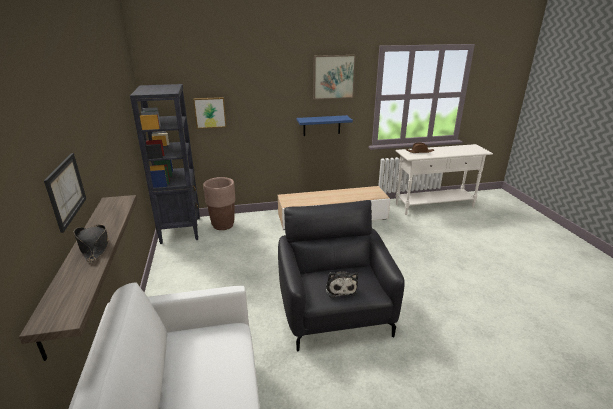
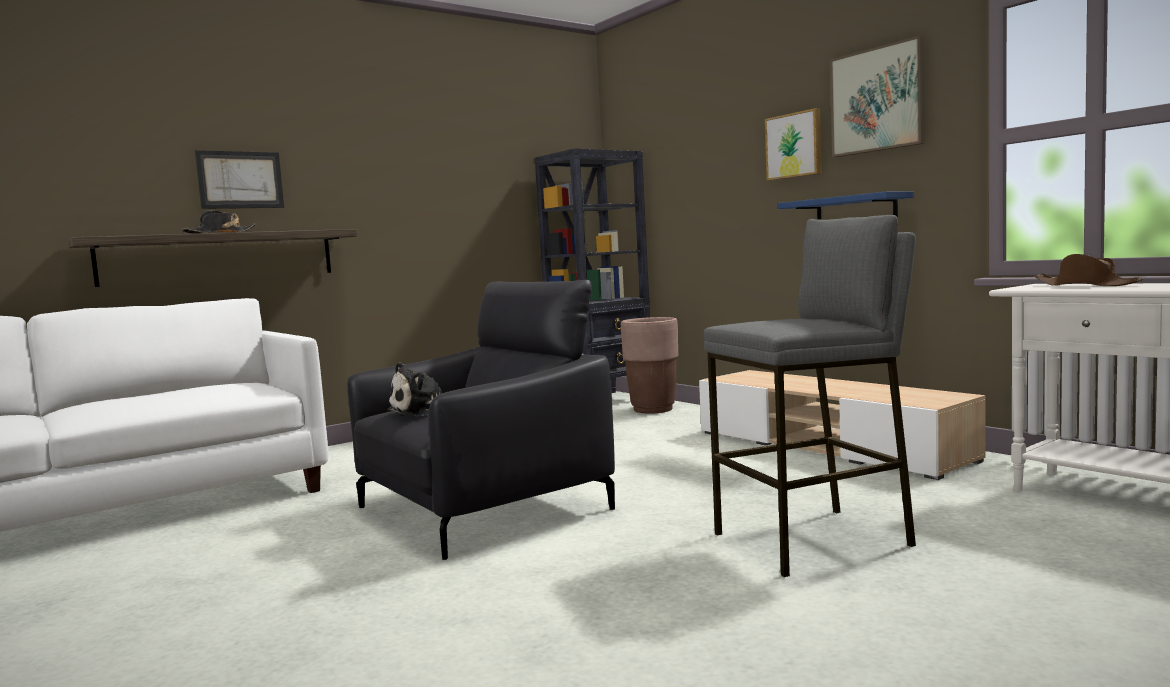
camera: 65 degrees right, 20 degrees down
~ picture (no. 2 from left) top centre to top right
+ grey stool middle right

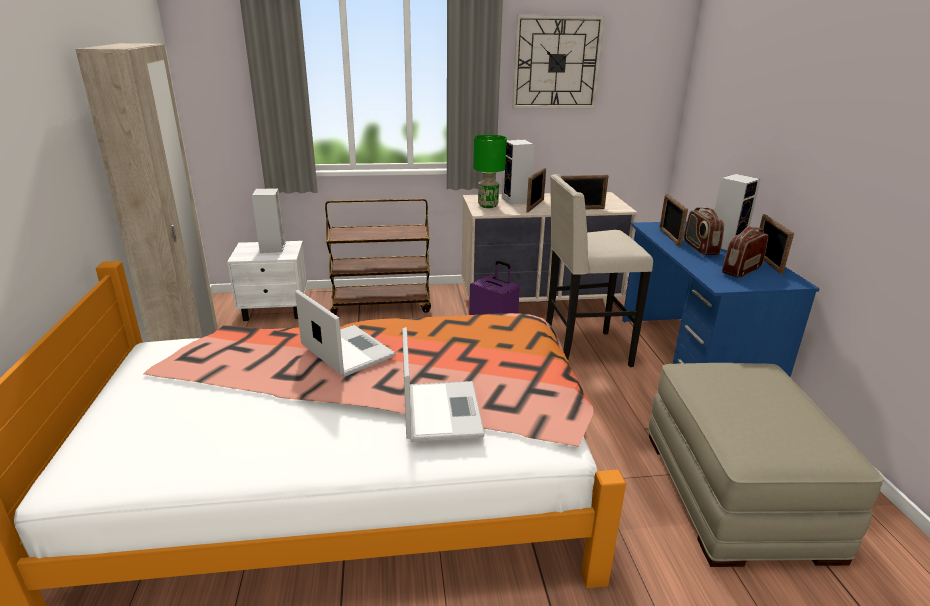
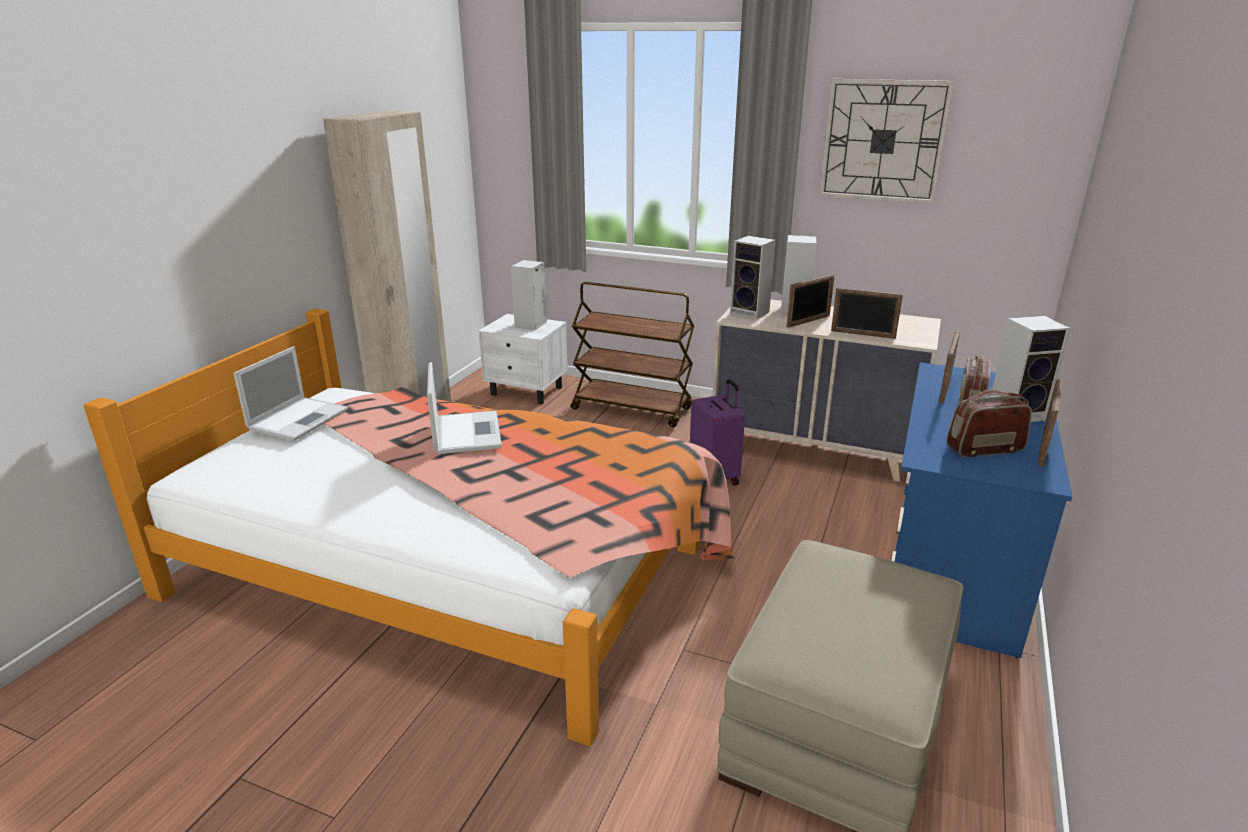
camera: 30 degrees right, 0 degrees up
~ green table lamp top centre to speaker (no. 2 from left) top centre
- beige stool centre
~ laptop (no. 2 from left in the first image) centre to laptop (no. 1 from left) middle left

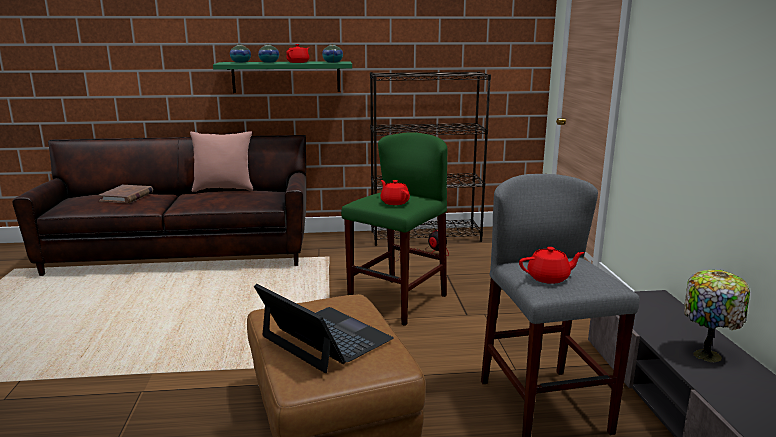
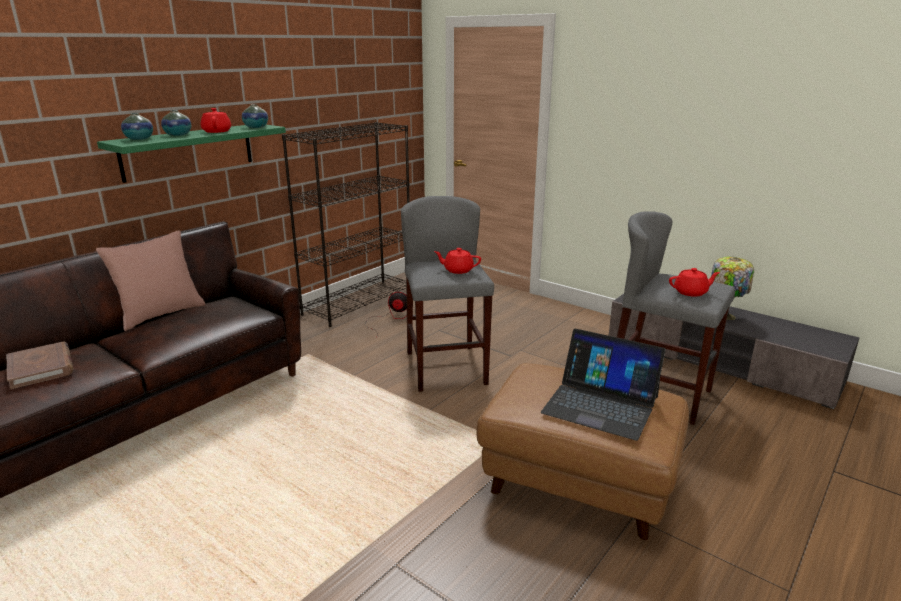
camera: 45 degrees left, 5 degrees up
~ green stool centre to grey stool (no. 1 from left) centre
~ red teapot (no. 3 from left) middle right = middle right 45 degrees clockwise
~ laptop bottom centre = middle right 150 degrees counterclockwise

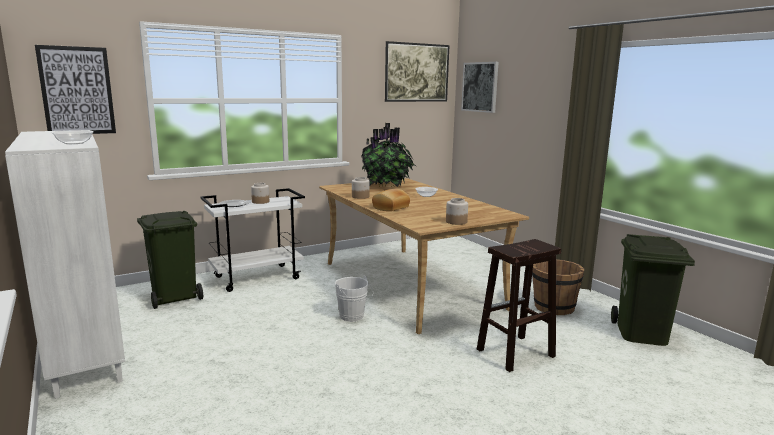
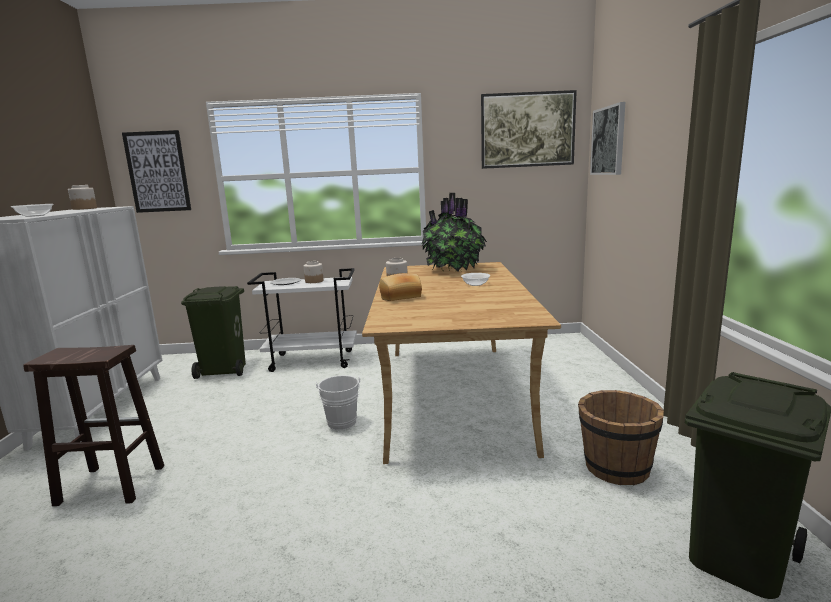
camera: 30 degrees right, 0 degrees up
~ jar (no. 3 from left in the first image) centre to jar (no. 1 from left) top left
~ brown stool bottom right to bottom left

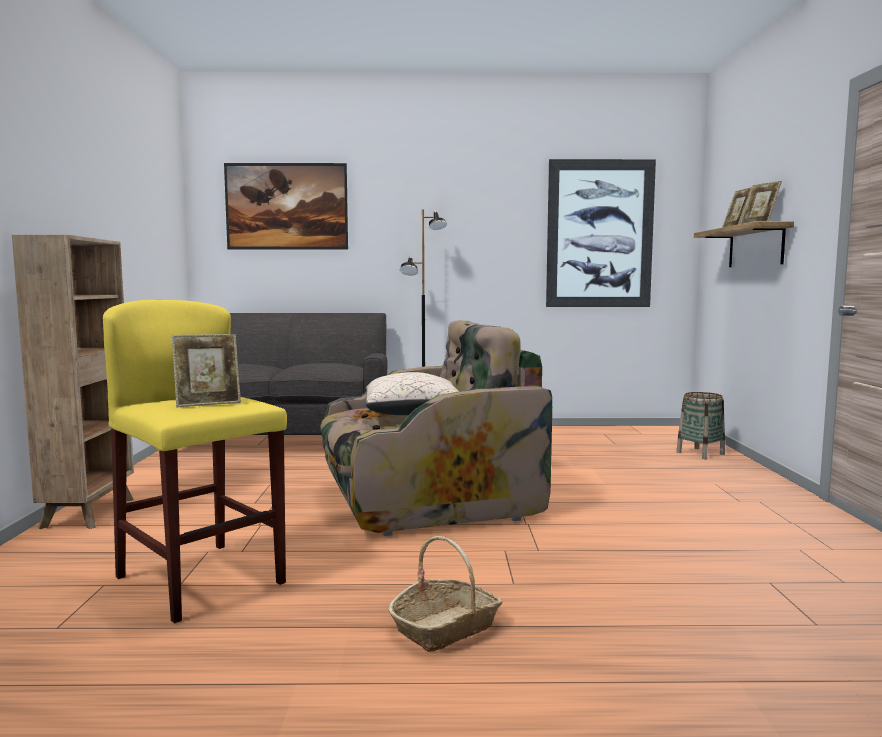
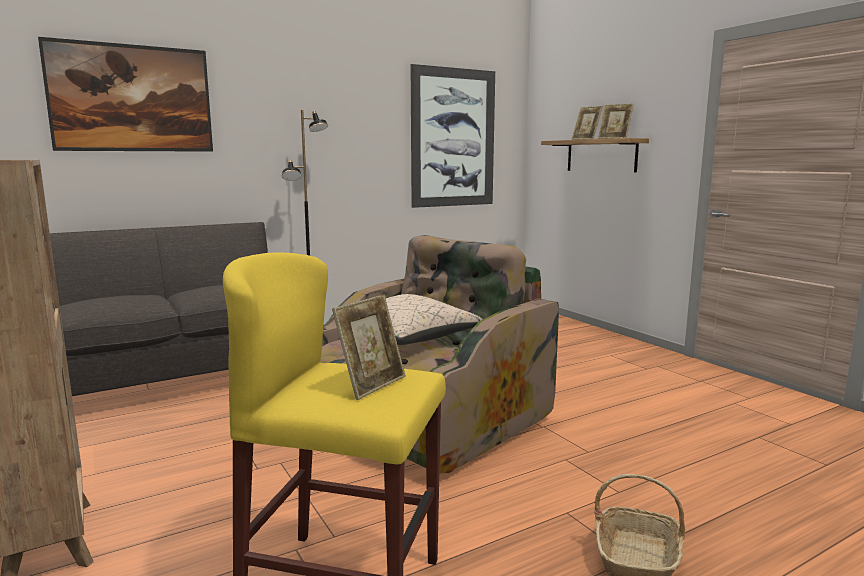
camera: 30 degrees left, 5 degrees up
- basket (no. 2 from left) middle right

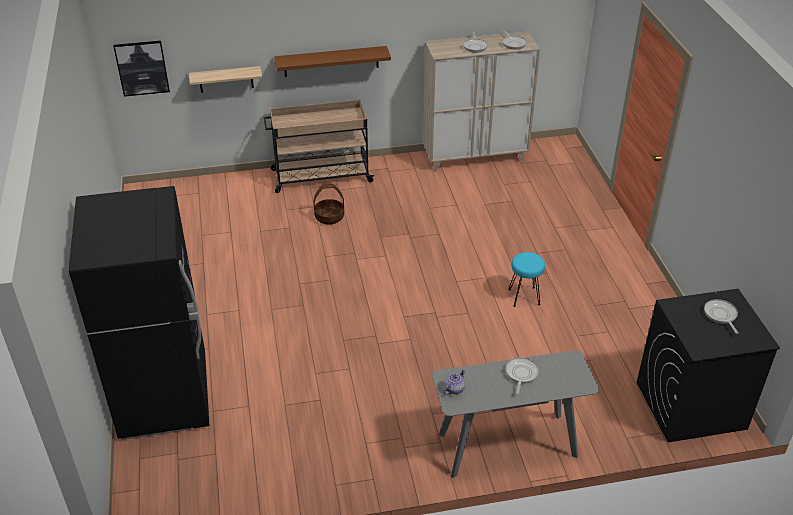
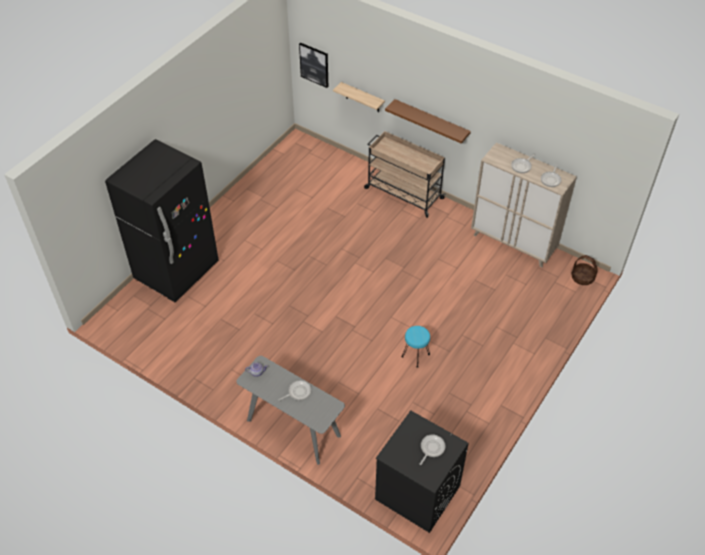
camera: 45 degrees right, 10 degrees up
~ basket centre to middle right

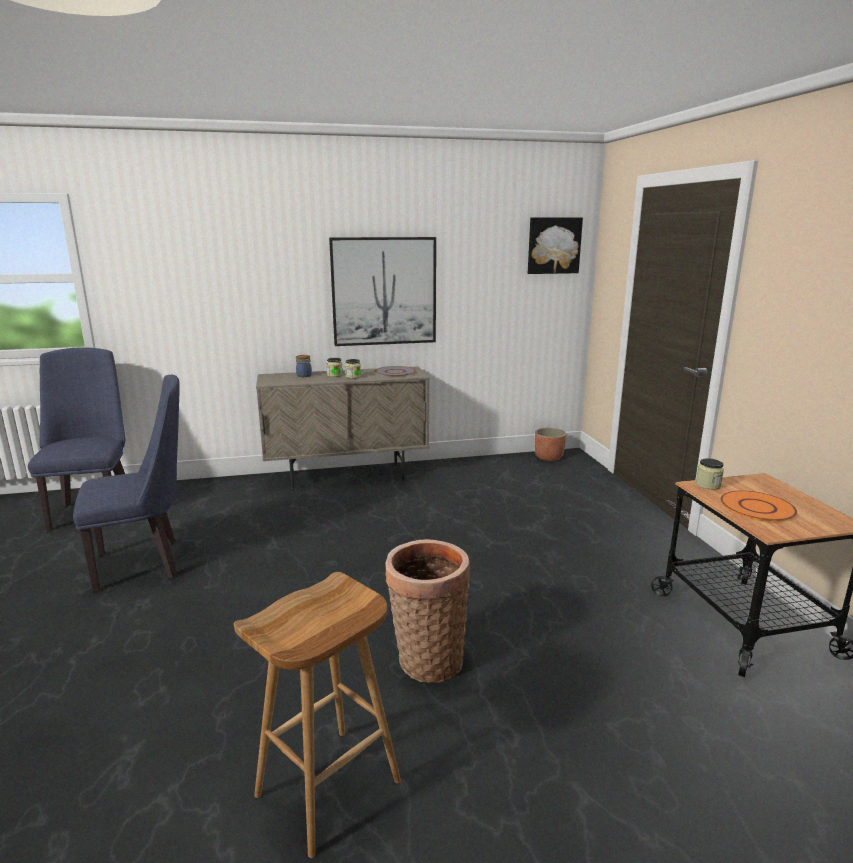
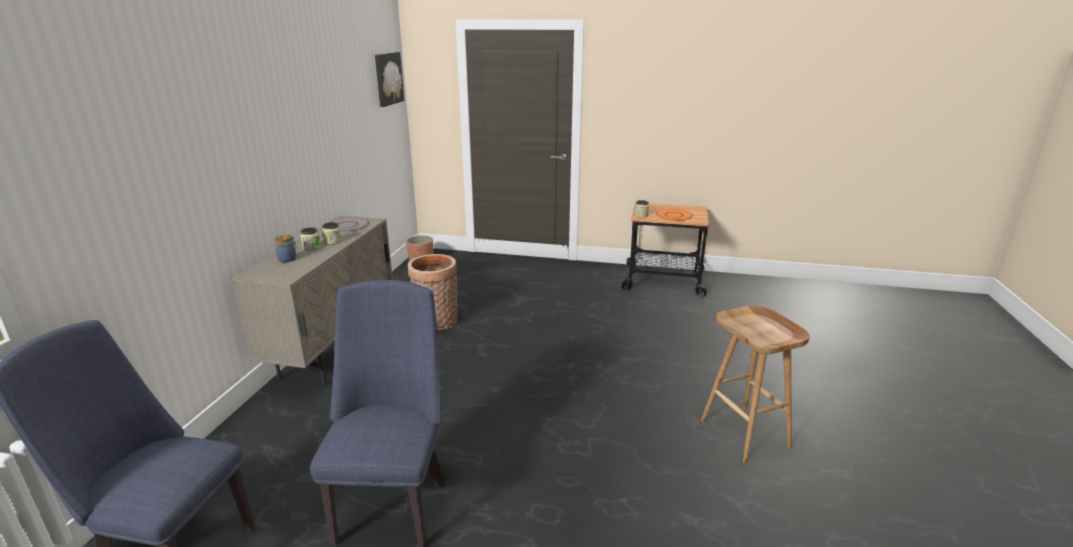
camera: 65 degrees left, 5 degrees up
- picture (no. 1 from left) centre
~ basket bottom centre to centre

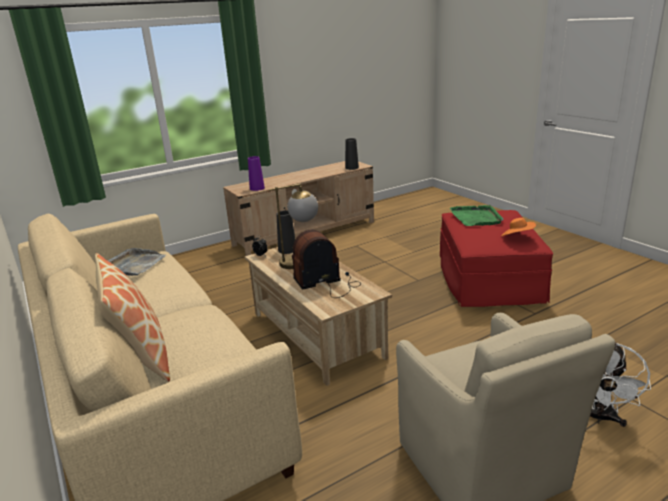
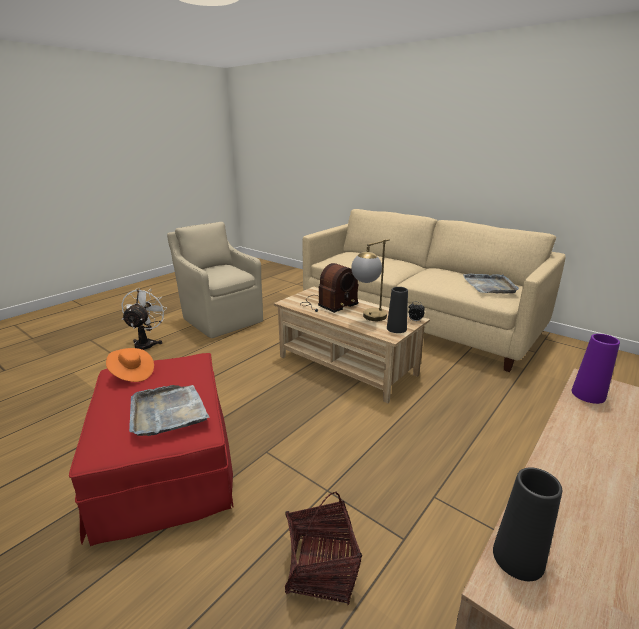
camera: 160 degrees right, 0 degrees up
~ green tray middle right to grey tray (no. 1 from left) middle left
- pillow middle left
+ basket bottom centre

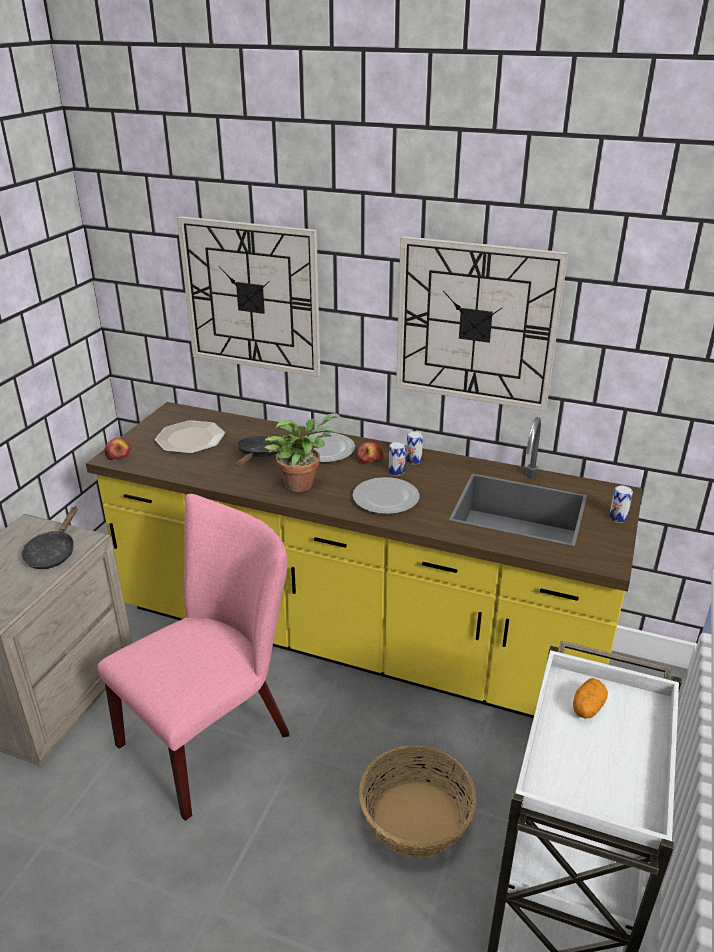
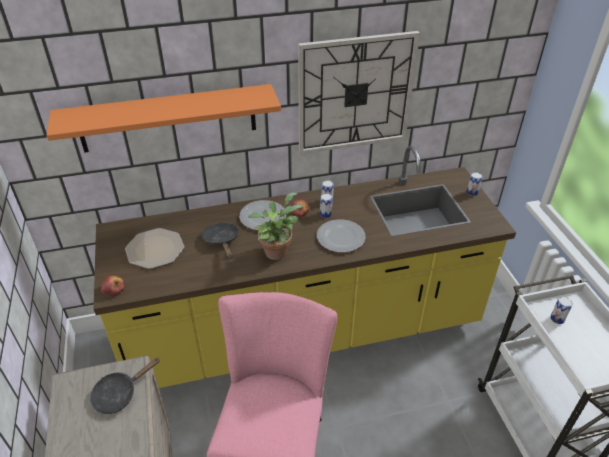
camera: 35 degrees left, 10 degrees up
~ wall clock (no. 1 from left) top centre to orange shelf top left
~ black frying pan (no. 1 from left) middle left = bottom left 75 degrees clockwise
~ potato bottom right to can (no. 4 from left) bottom right
- basket bottom centre

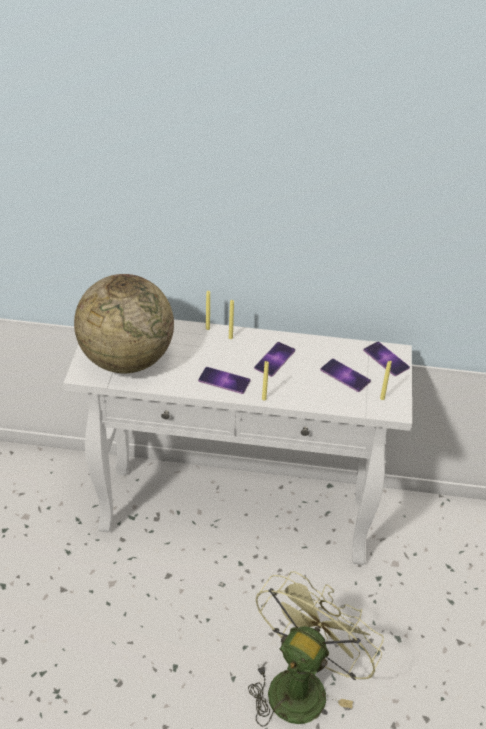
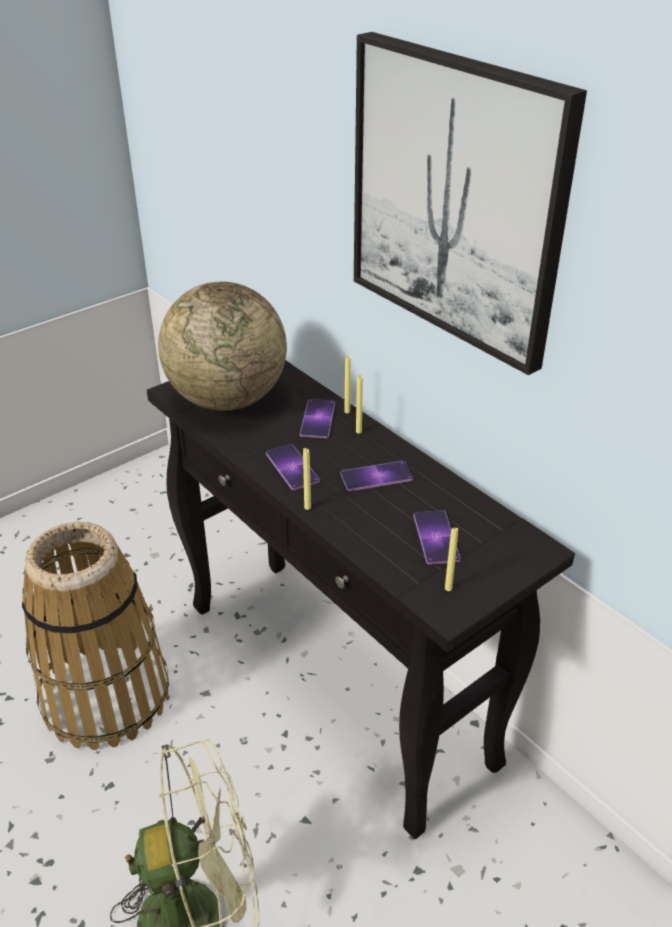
camera: 45 degrees right, 5 degrees down
~ white console table centre to black console table centre
~ phone (no. 4 from left in the first image) middle right to phone (no. 2 from left) centre
+ picture top right
+ basket bottom left

